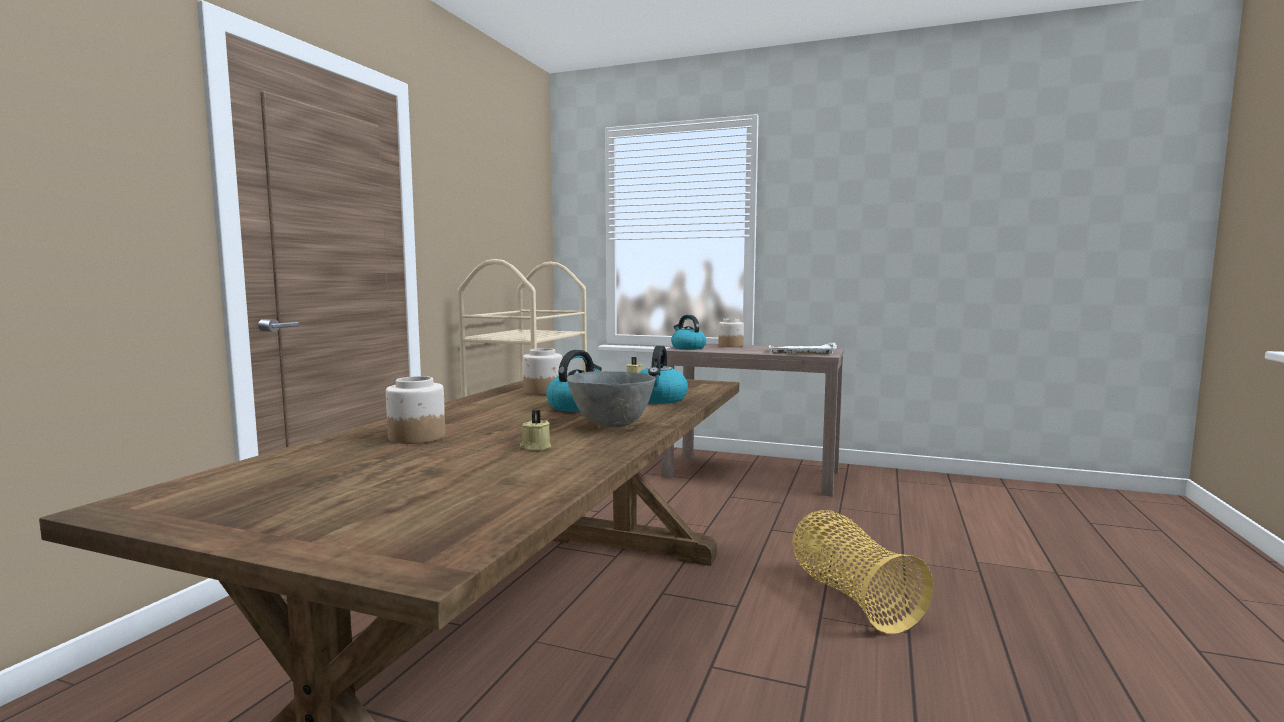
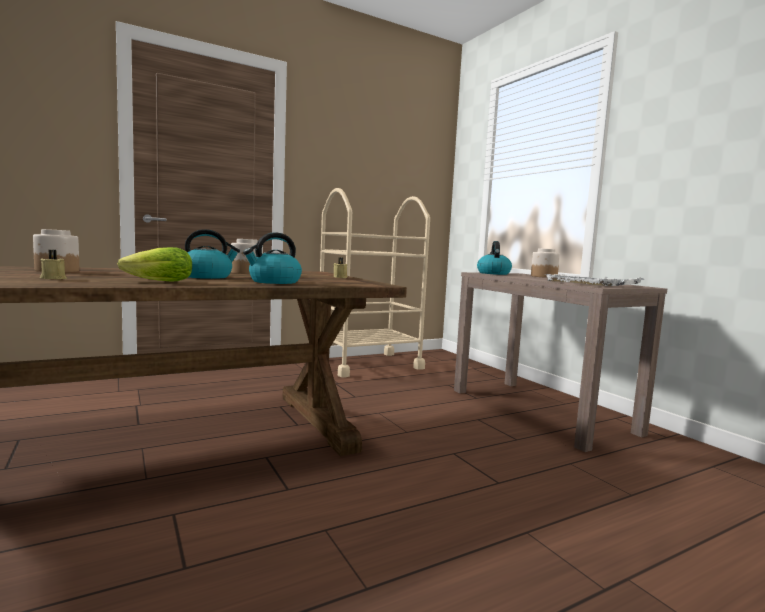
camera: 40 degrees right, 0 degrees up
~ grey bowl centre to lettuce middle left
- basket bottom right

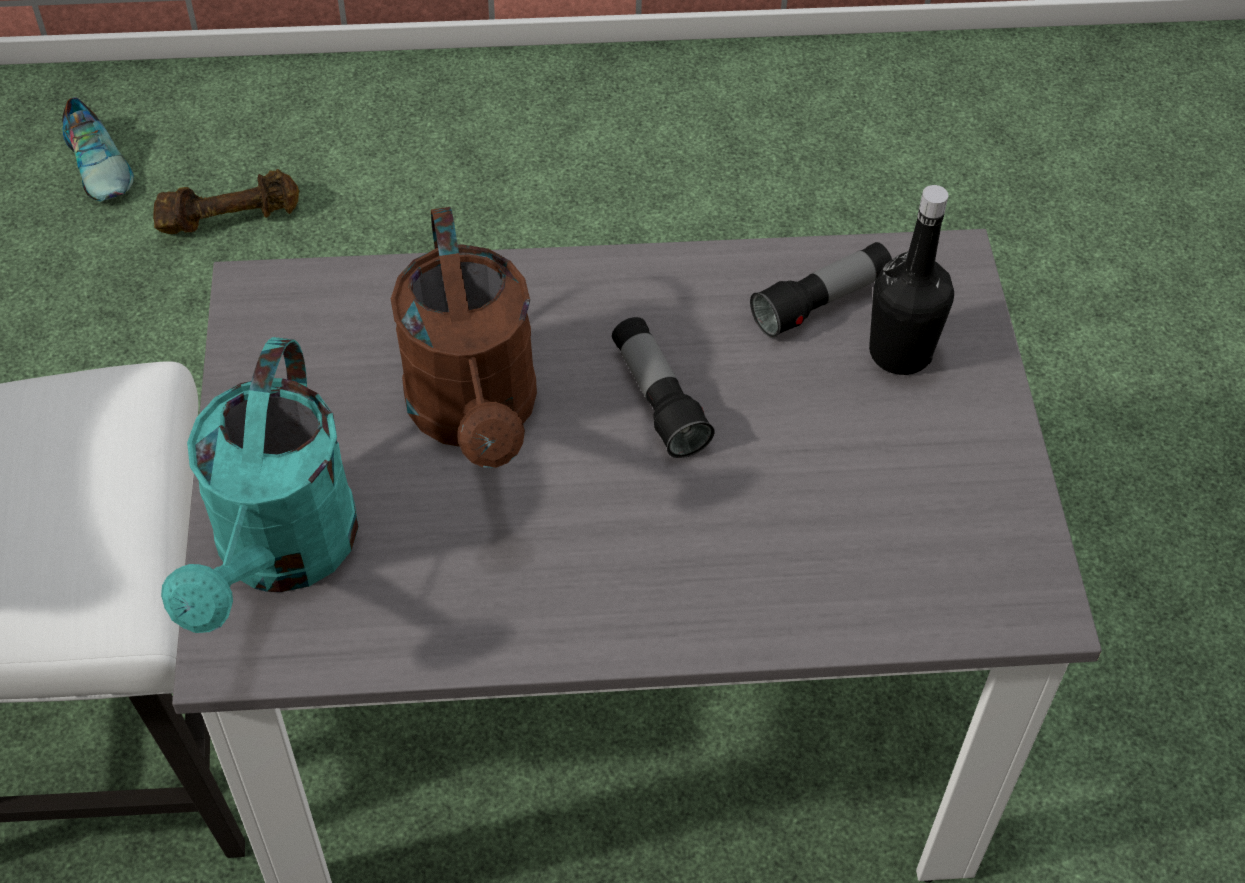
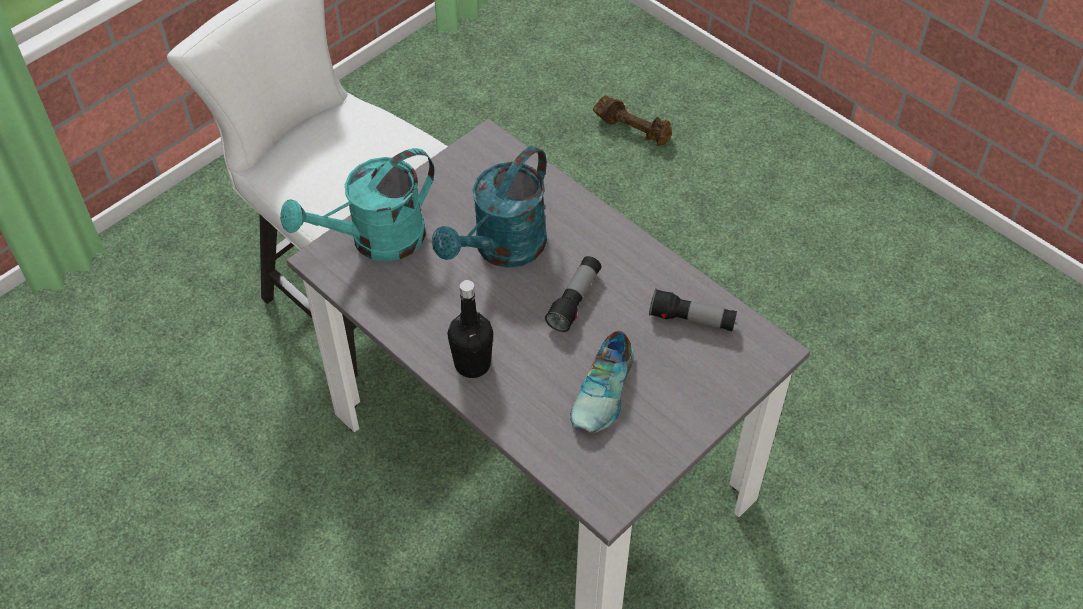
camera: 50 degrees right, 0 degrees up
~ shoe top left to centre
~ black bottle top right to centre
~ brown watering can centre to turquoise watering can (no. 2 from left) centre

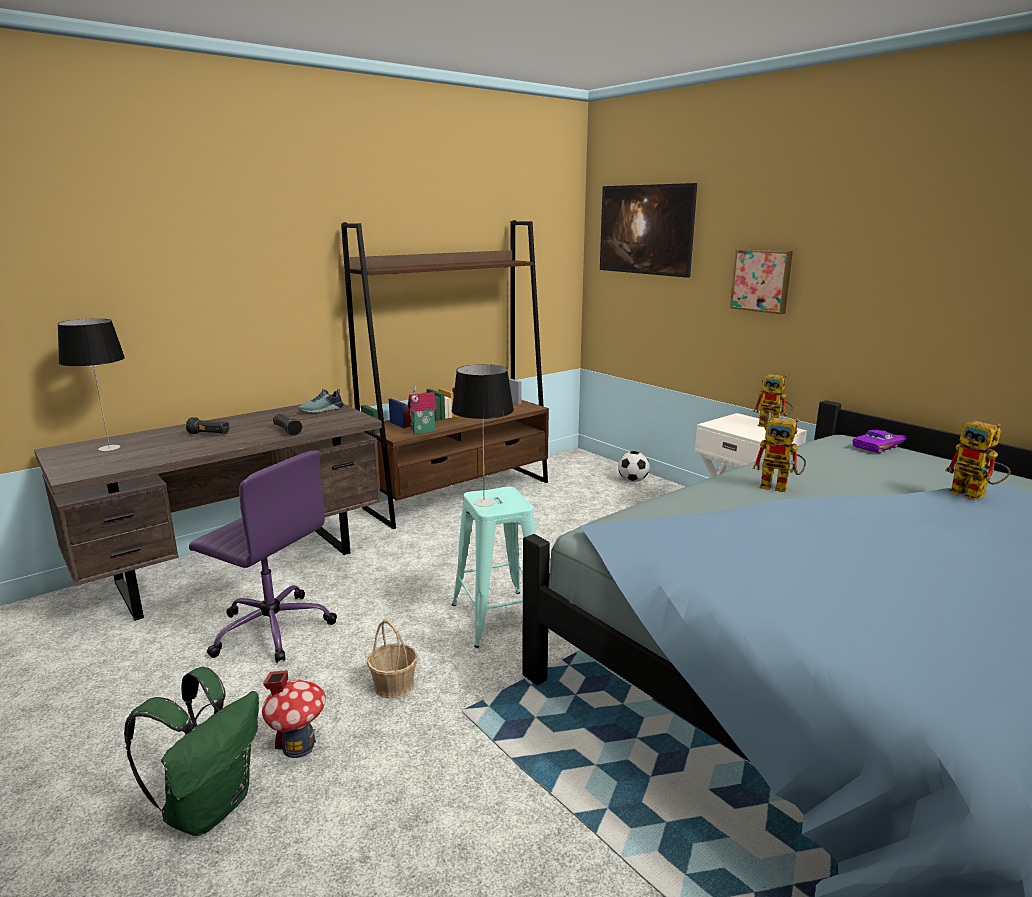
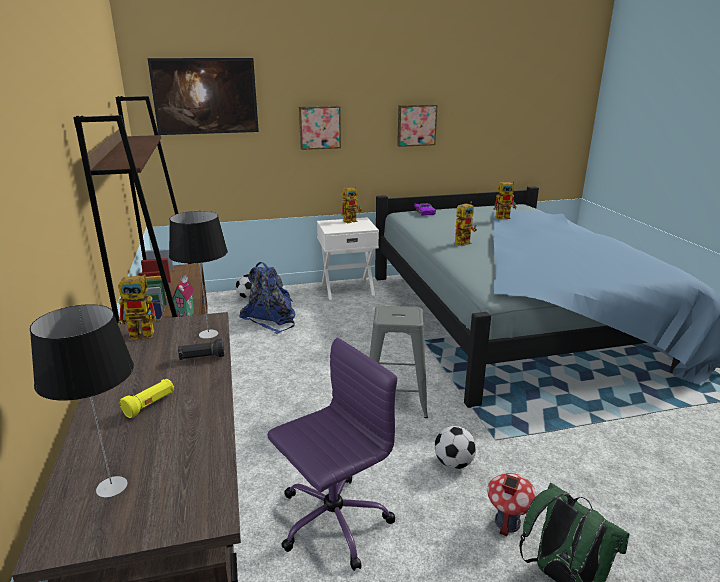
camera: 65 degrees left, 5 degrees up
~ table lamp (no. 2 from left) centre to middle left
~ shoe middle left to toy robot (no. 1 from left) middle left
~ black flashlight (no. 1 from left) middle left to yellow flashlight bottom left
~ turquoise stool centre to grey stool centre
~ basket bottom centre to football (no. 2 from left) bottom centre
+ picture (no. 3 from left) top centre
+ blue backpack centre

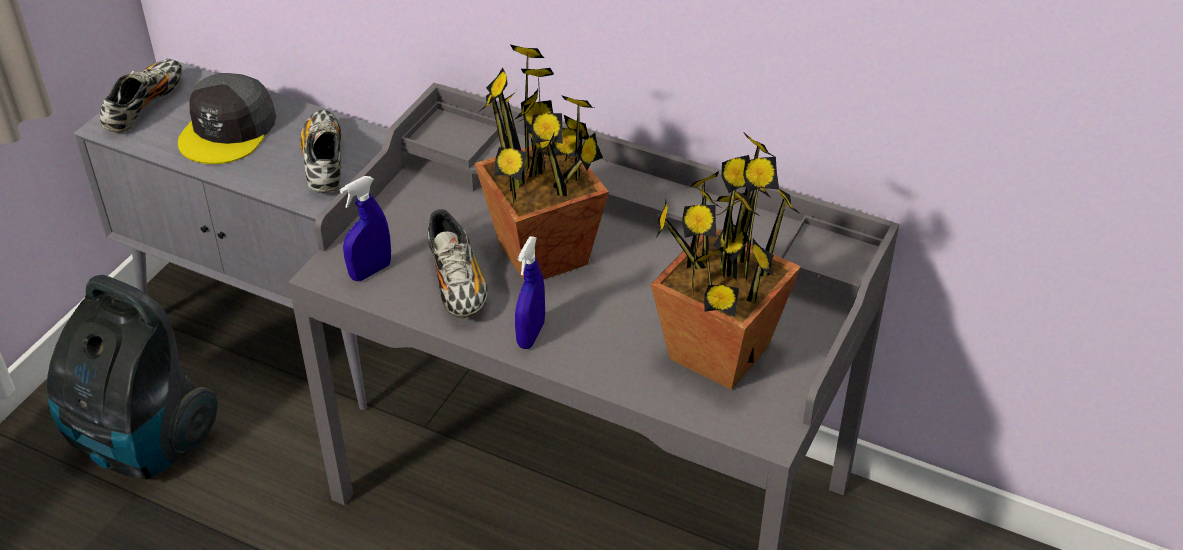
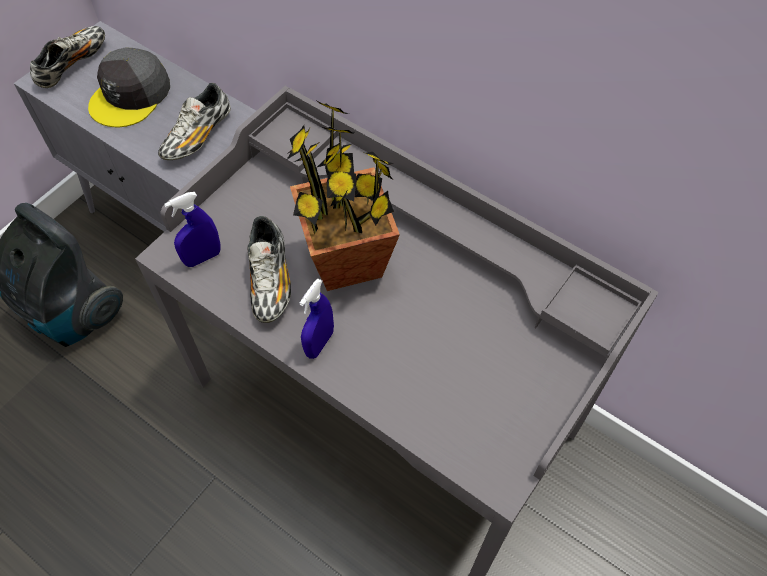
camera: 10 degrees right, 15 degrees up
~ shoe (no. 2 from left) top left = top left 150 degrees counterclockwise
- potted plant (no. 2 from left) centre

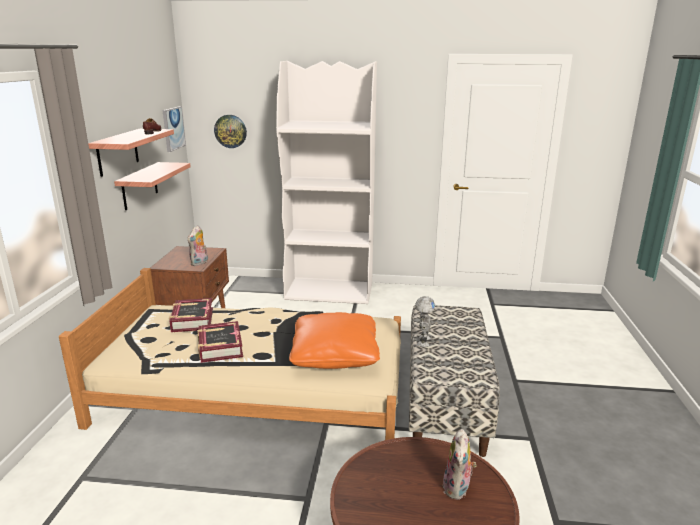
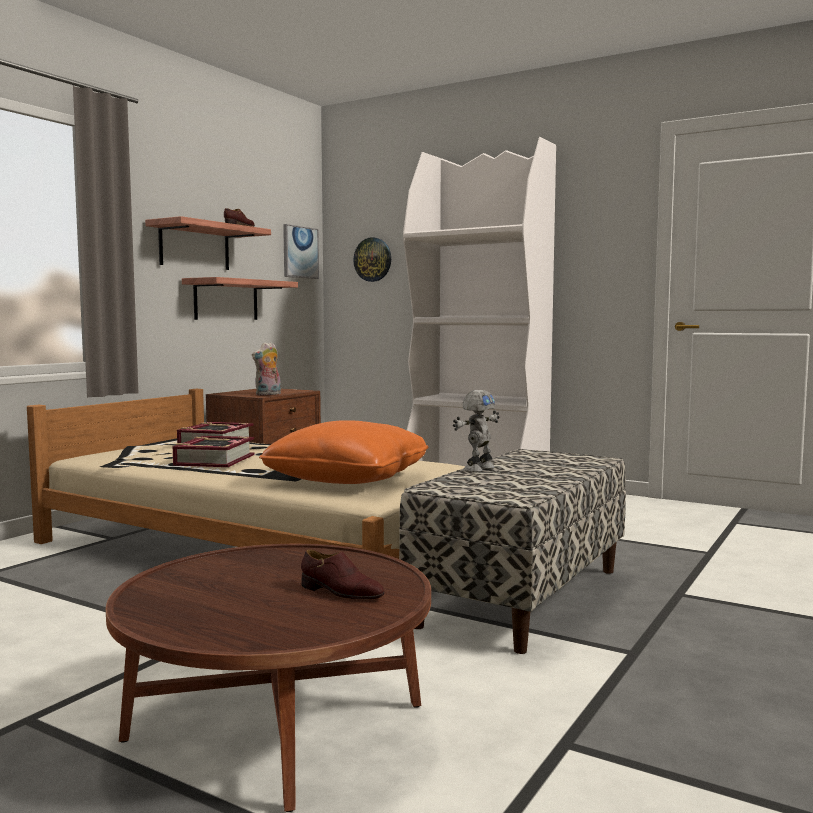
camera: 25 degrees right, 15 degrees down
~ plush toy (no. 2 from left) bottom centre to brown shoe (no. 2 from left) bottom centre

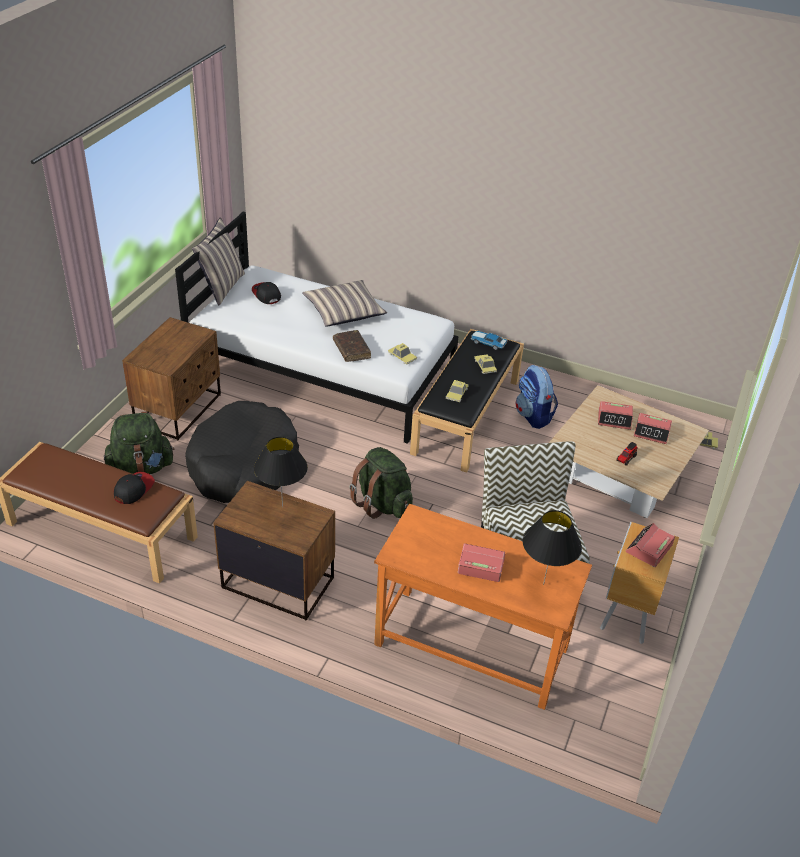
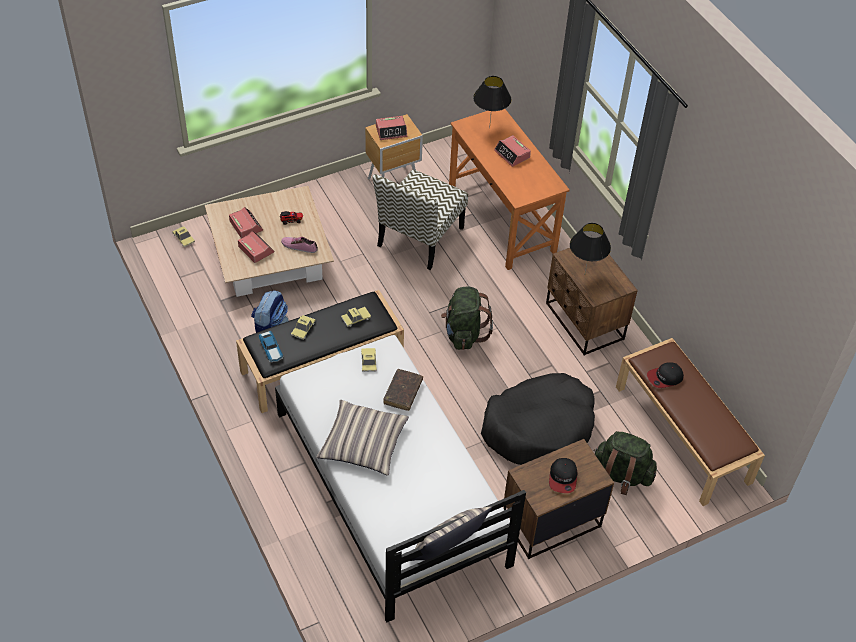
camera: 140 degrees left, 10 degrees up
~ cap (no. 2 from left in the first image) middle left to cap (no. 1 from left) bottom centre
+ shoe centre

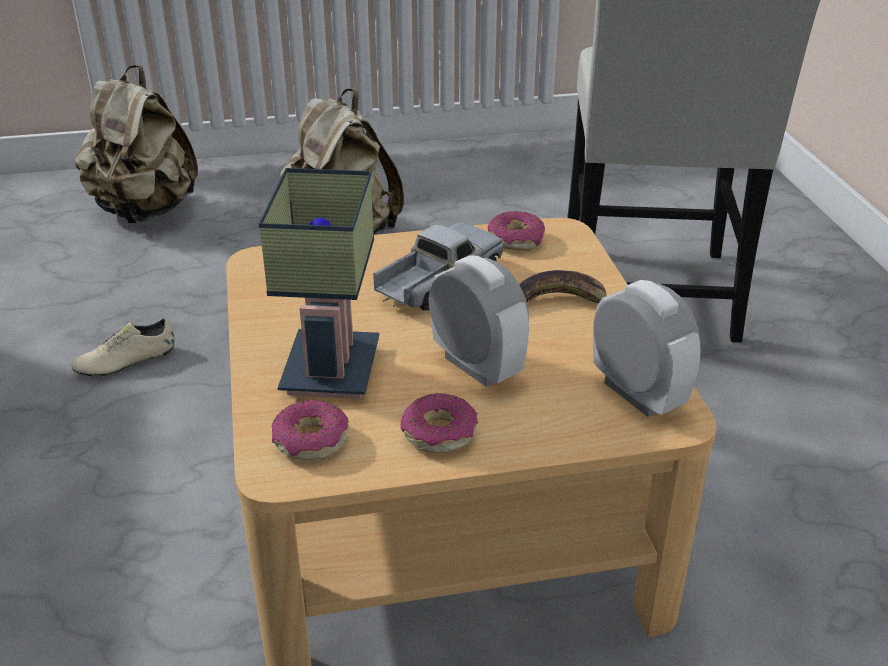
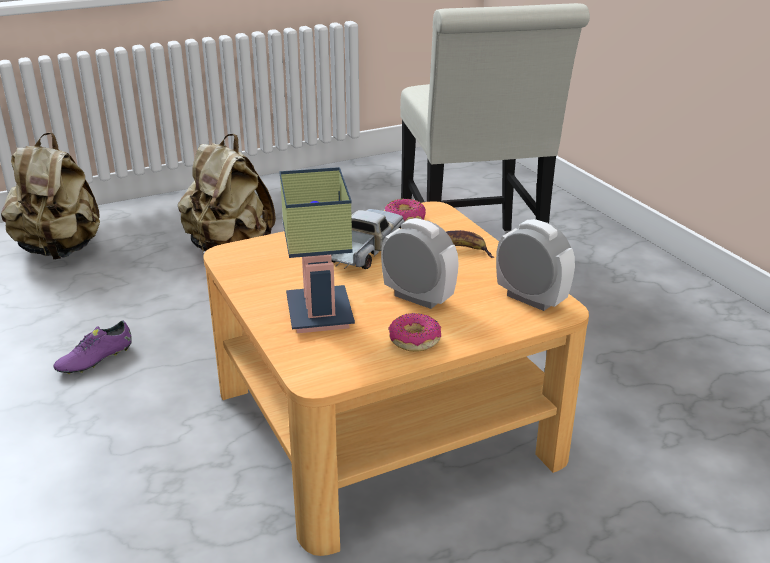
camera: 15 degrees left, 5 degrees down
~ beige shoe middle left to purple shoe middle left
- donut (no. 1 from left) centre

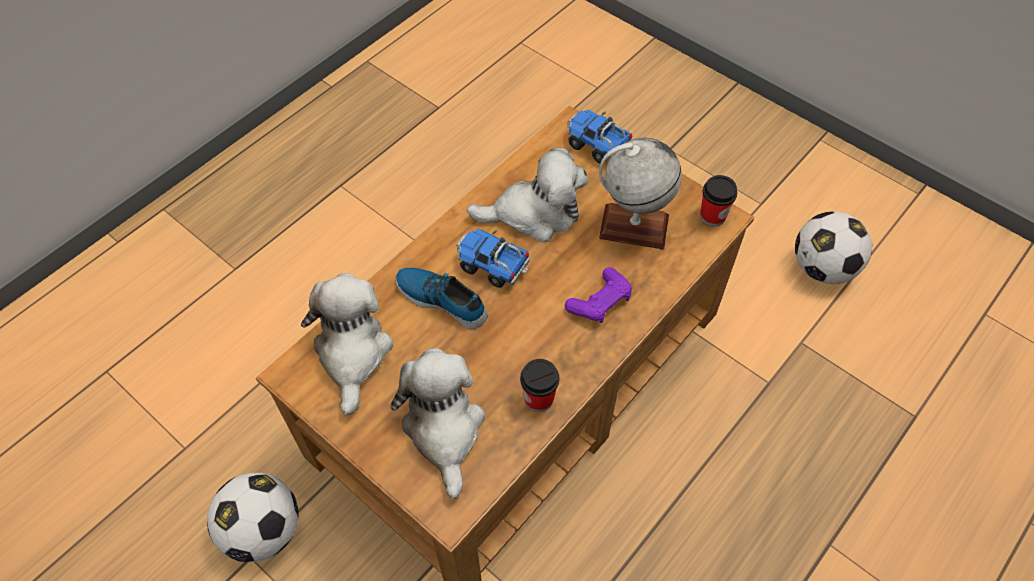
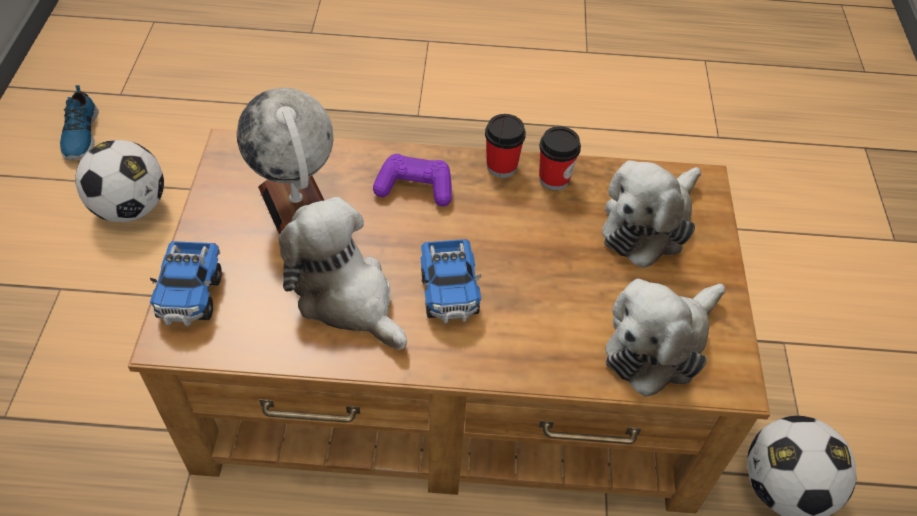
camera: 130 degrees left, 5 degrees down
~ cup (no. 2 from left in the first image) middle right to cup (no. 1 from left) top centre
~ shoe centre to top left

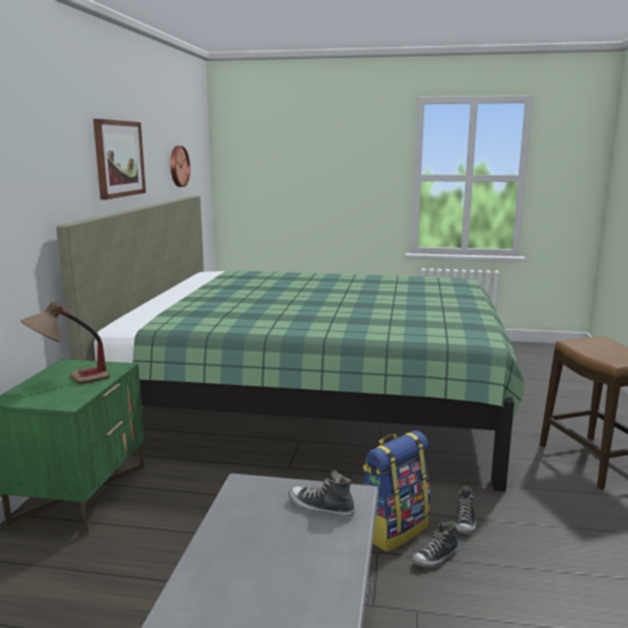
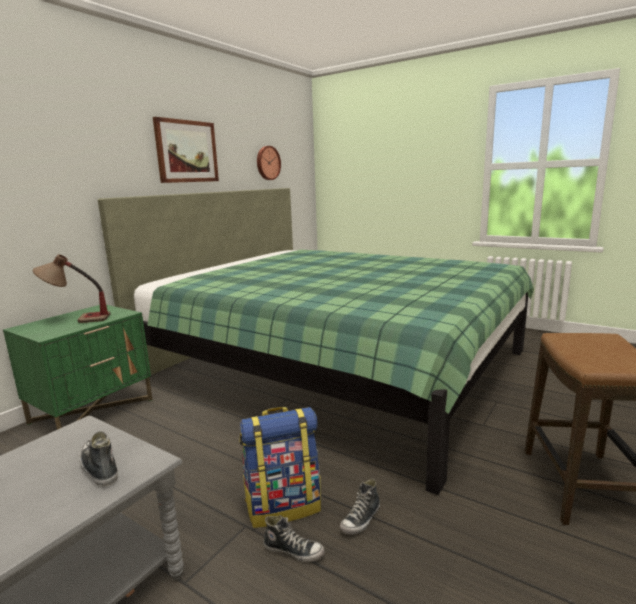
camera: 25 degrees right, 0 degrees up
~ shoe (no. 2 from left) bottom right = bottom centre 150 degrees counterclockwise

